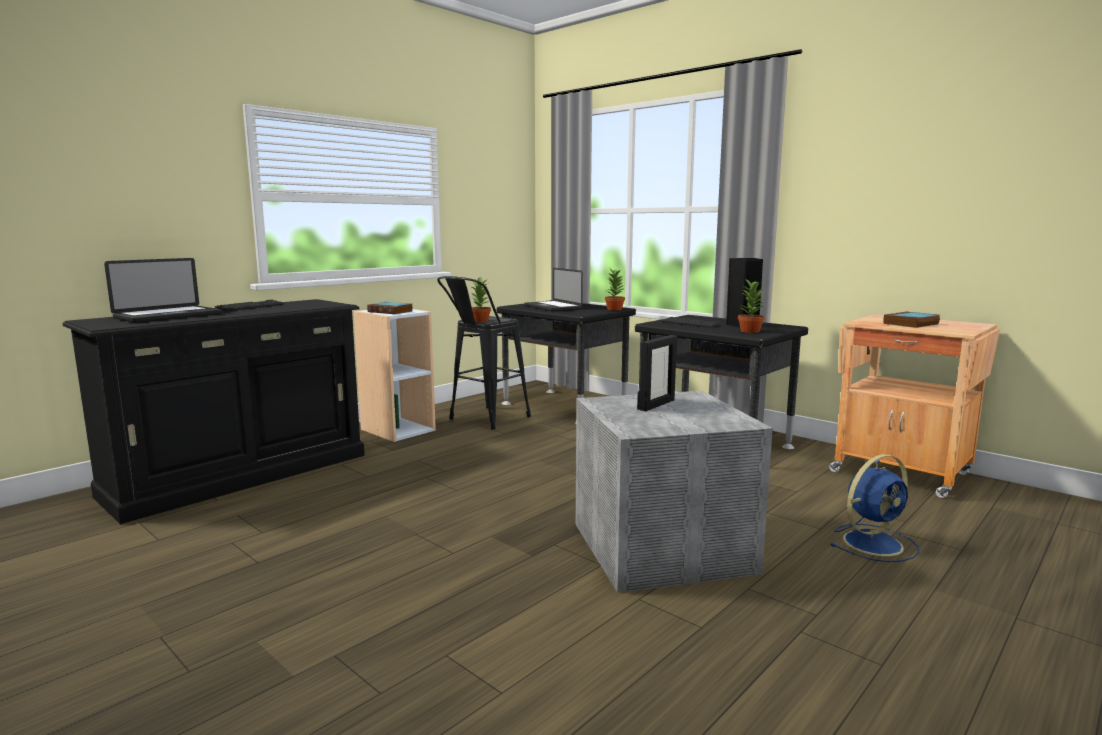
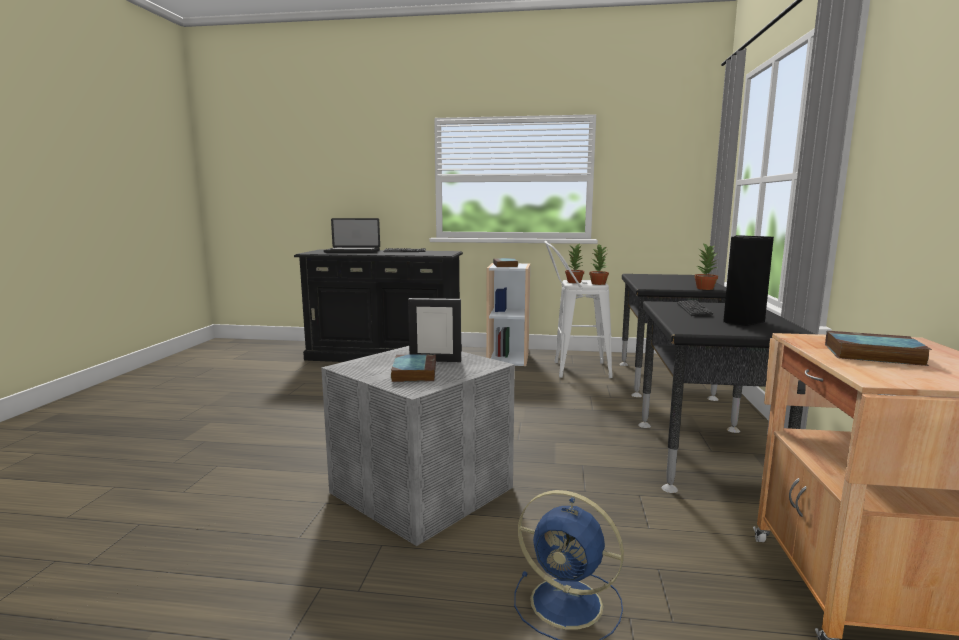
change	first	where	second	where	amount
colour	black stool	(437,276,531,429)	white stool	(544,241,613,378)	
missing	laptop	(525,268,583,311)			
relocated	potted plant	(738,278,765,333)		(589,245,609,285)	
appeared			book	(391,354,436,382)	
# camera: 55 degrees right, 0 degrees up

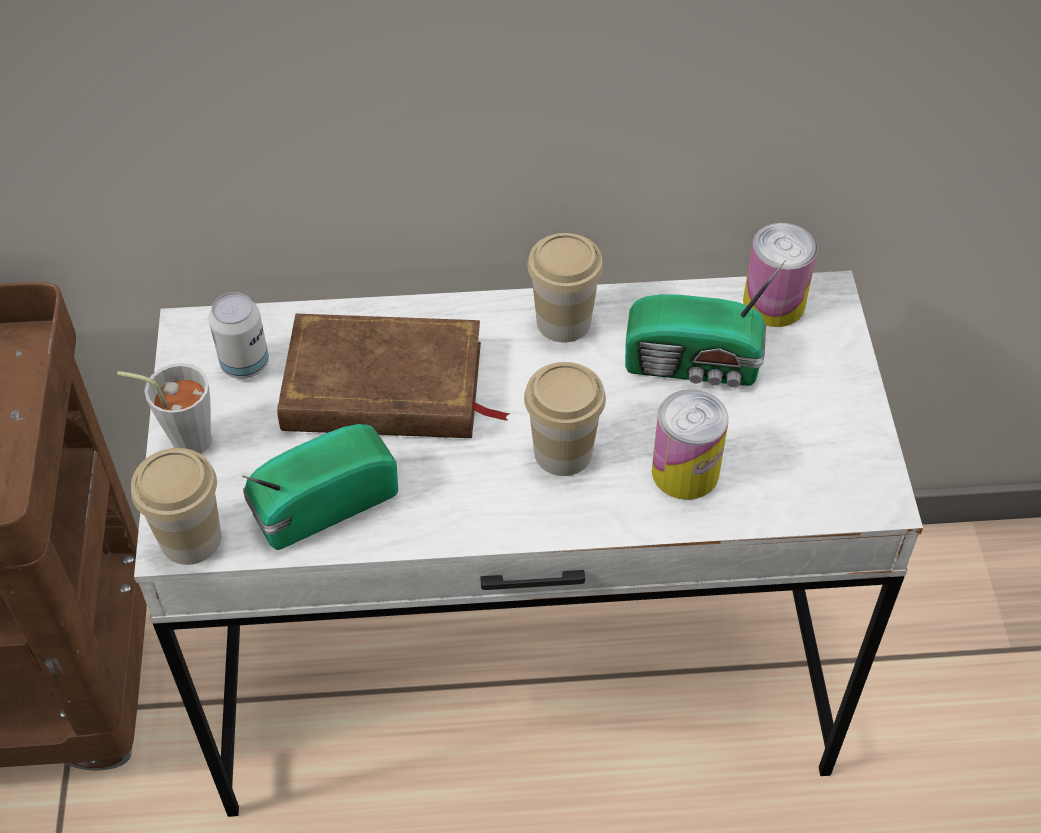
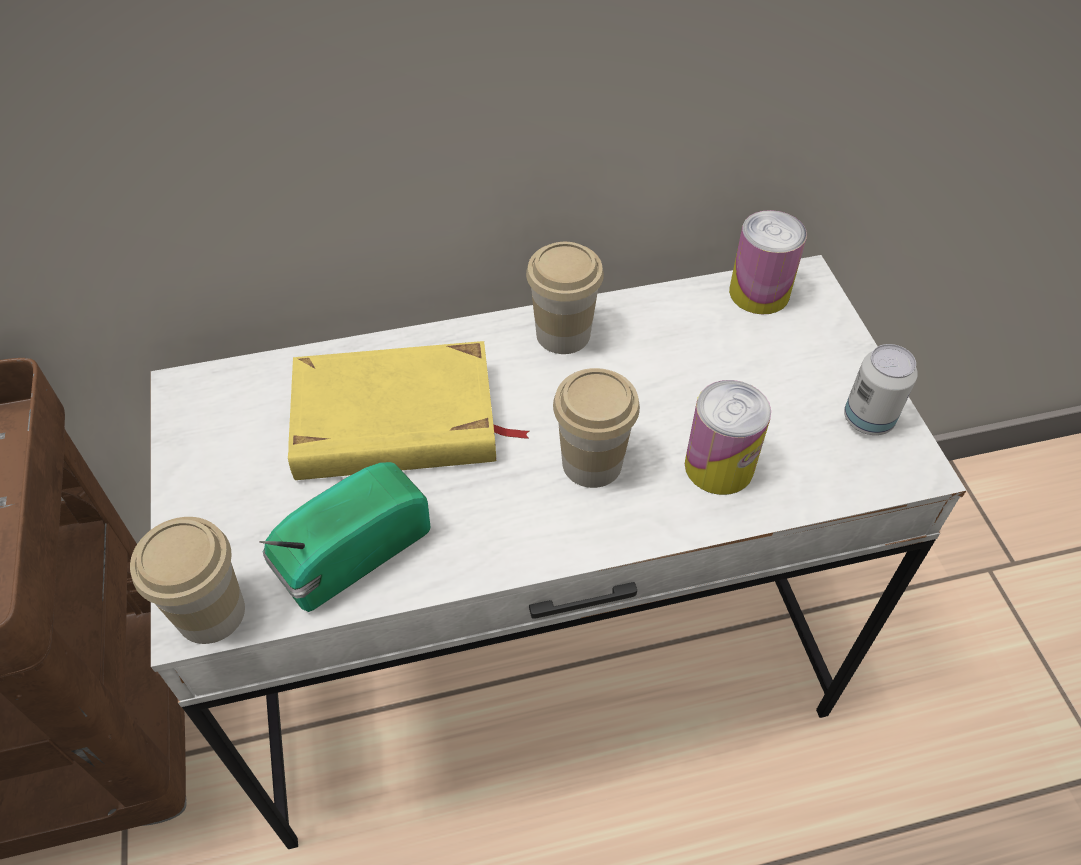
change	first	where	second	where	amount
missing	grey cup	(117,363,212,454)			
relocated	can	(209,292,269,379)		(844,344,918,435)	
colour	brown book	(277,314,510,438)	yellow book	(288,341,529,480)	
missing	radio	(625,260,786,388)			
# camera: 10 degrees left, 0 degrees up

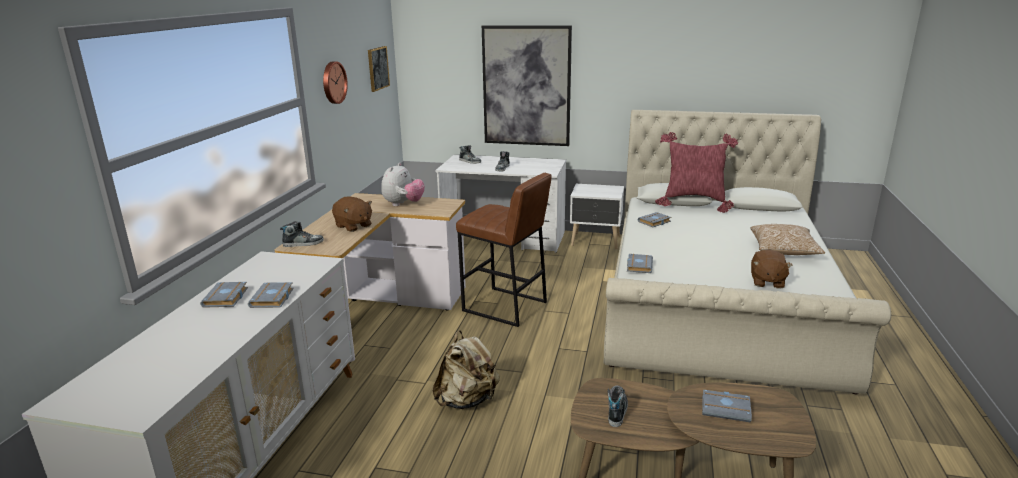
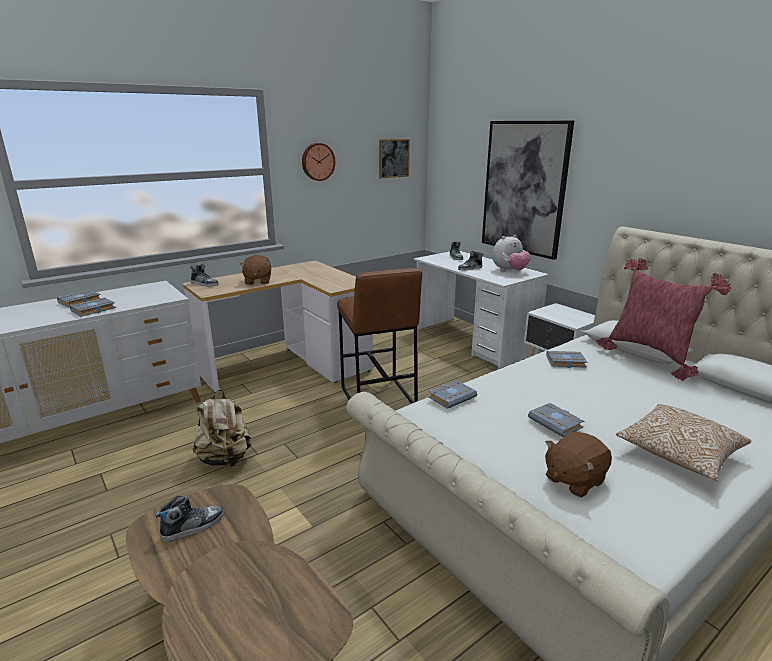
change	first	where	second	where	amount
relocated	plush toy	(381,163,425,206)		(492,235,531,271)	
relocated	grey book	(702,389,752,423)		(528,403,584,437)	
# camera: 40 degrees right, 0 degrees up

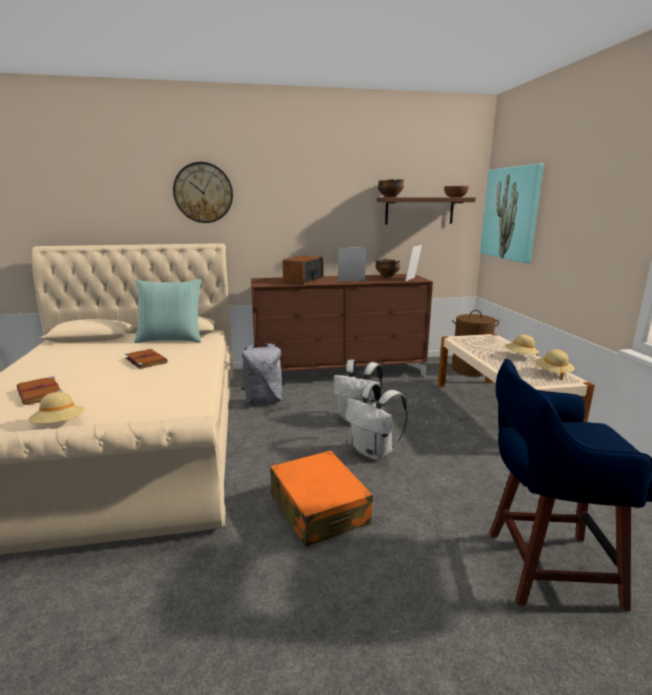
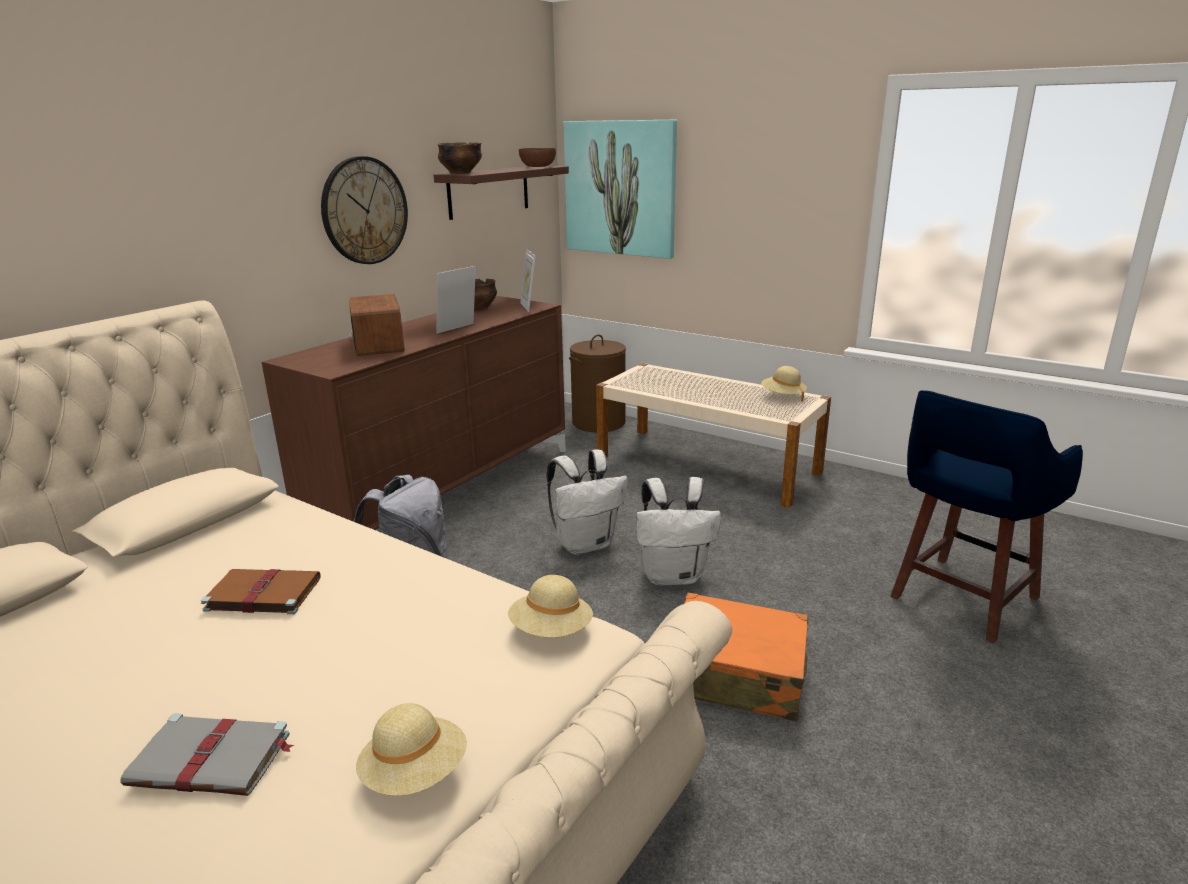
change	first	where	second	where	amount
colour	brown book	(17,376,62,405)	grey book	(121,714,294,796)	
missing	pillow	(135,279,201,343)			
relocated	wall clock	(173,162,233,223)		(321,156,408,264)	
relocated	beige hat	(505,335,539,357)		(508,575,593,638)	
# camera: 45 degrees left, 5 degrees up

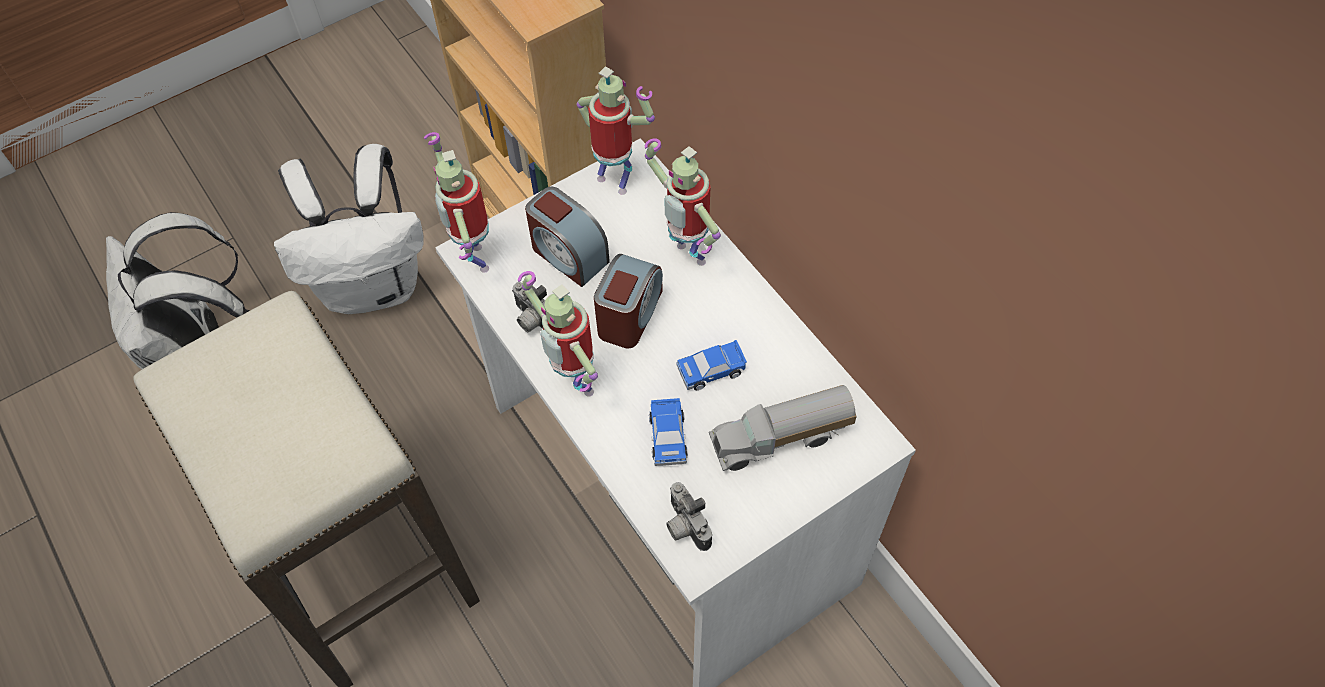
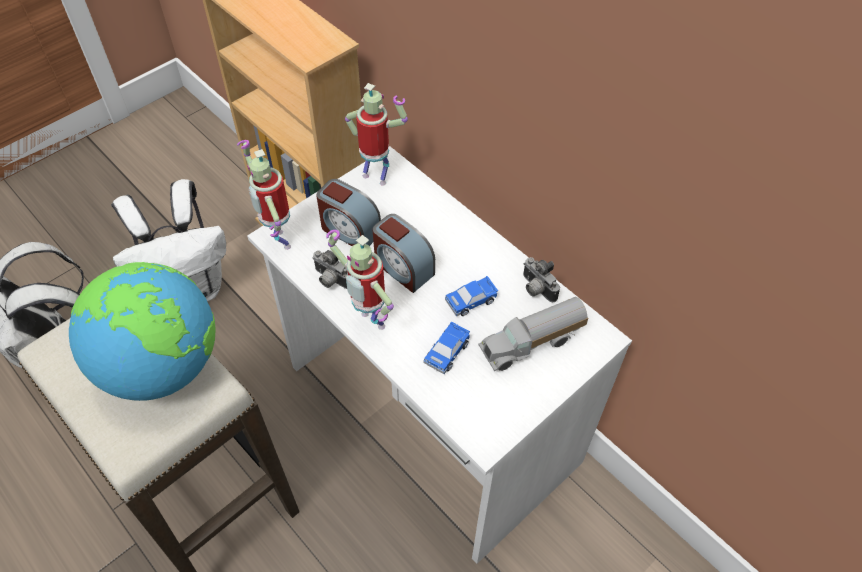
change	first	where	second	where	amount
spun	alarm clock	(594,254,663,348)		(372,214,435,293)	120 degrees clockwise
missing	toy robot	(645,138,721,266)			
spun	toy car	(649,398,688,466)		(423,322,470,374)	45 degrees clockwise
relocated	photo camera	(666,482,712,551)		(523,257,560,302)	
appeared			globe	(69,262,216,401)	
# camera: 10 degrees left, 5 degrees down

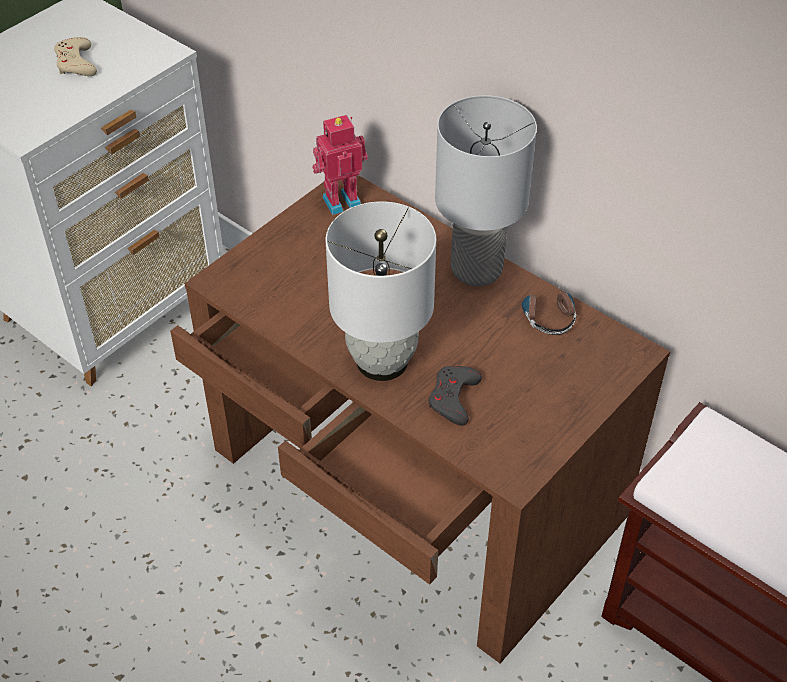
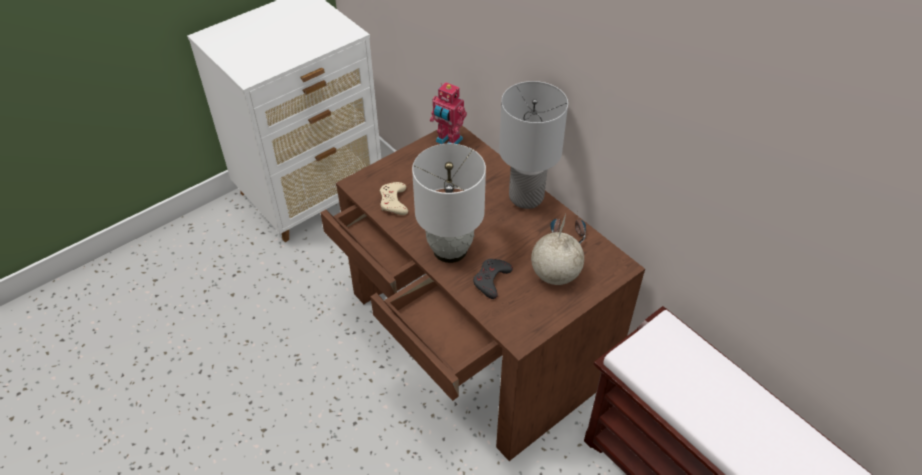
change	first	where	second	where	amount
relocated	beige game controller	(54,37,97,76)		(380,182,408,215)	
spun	toy robot	(312,115,368,215)		(430,82,467,144)	135 degrees counterclockwise
appeared			globe	(531,214,584,285)	
# camera: 10 degrees right, 0 degrees up

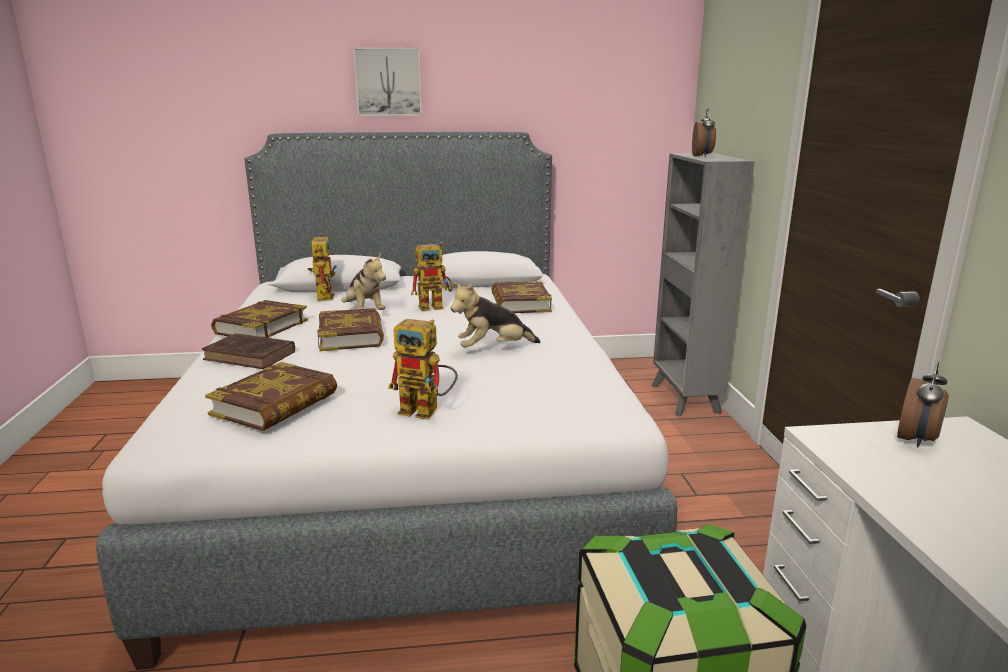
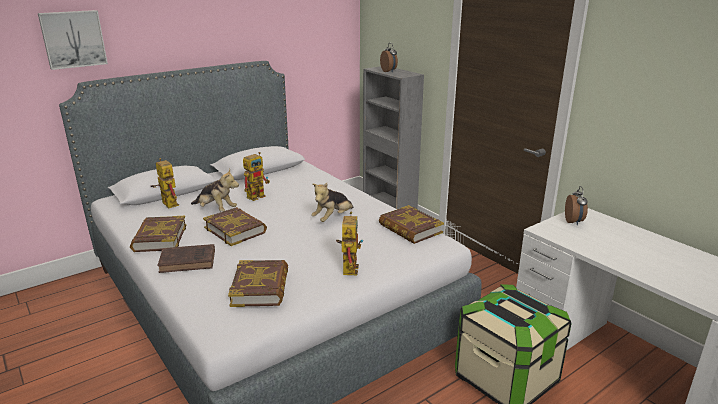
change	first	where	second	where	amount
relocated	picture	(353,47,422,116)		(38,10,108,70)	
spun	toy robot	(388,319,458,420)		(336,212,363,275)	75 degrees counterclockwise
relocated	book	(492,281,552,313)		(379,205,444,244)	
# camera: 30 degrees left, 5 degrees up

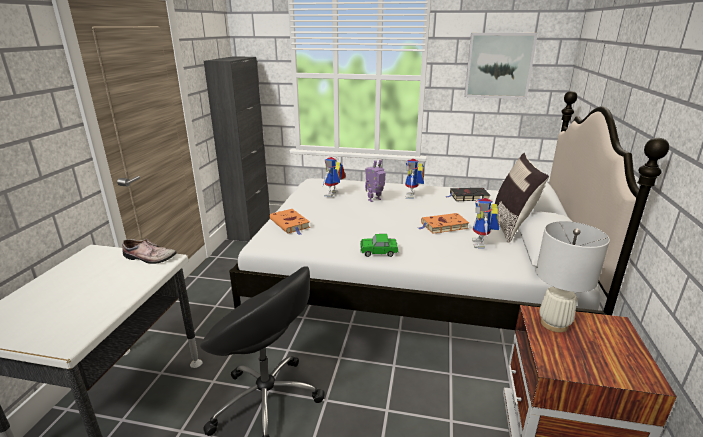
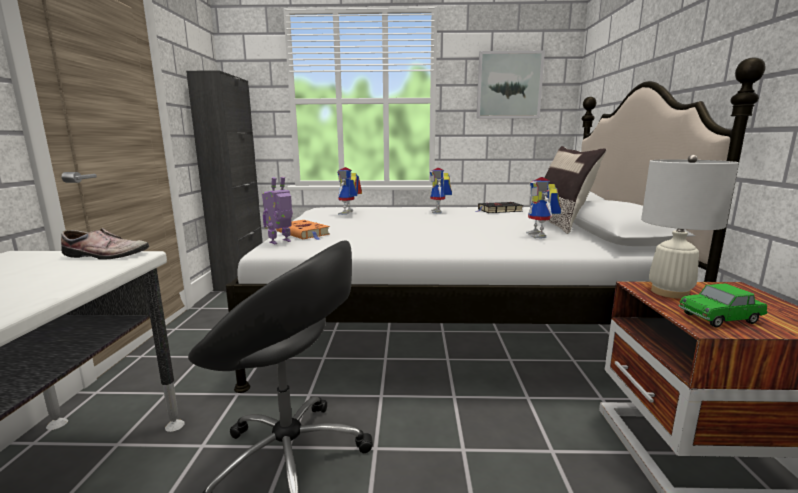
change	first	where	second	where	amount
relocated	toy car	(360,234,398,257)		(679,283,767,327)	
relocated	toy robot	(365,159,385,202)		(262,176,293,244)	
missing	orange book	(419,213,469,234)			
# camera: 10 degrees left, 10 degrees down

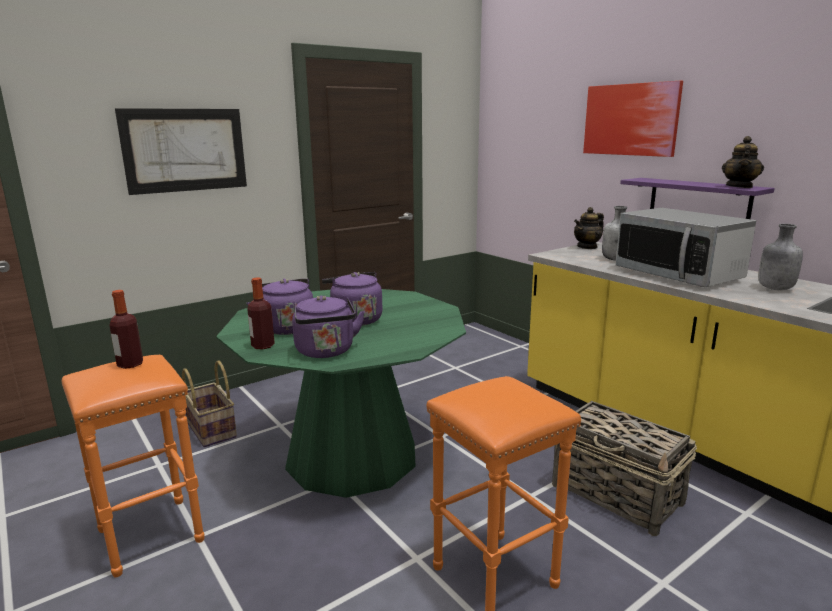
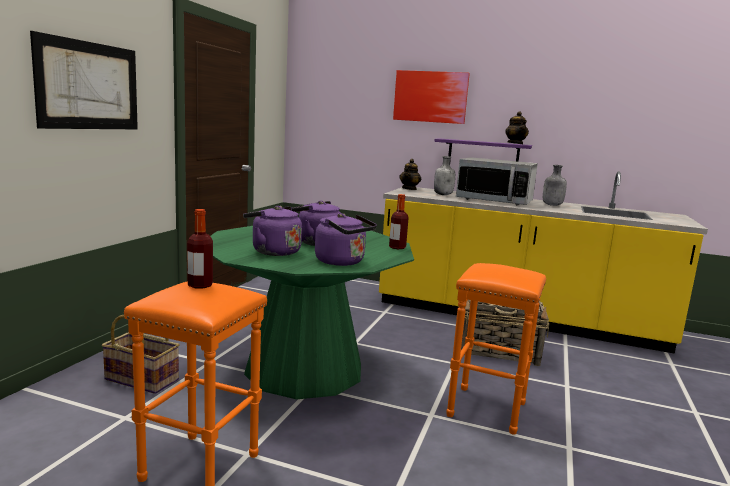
change	first	where	second	where	amount
relocated	bottle	(247,278,275,349)		(389,194,409,249)	
# camera: 35 degrees left, 5 degrees down

